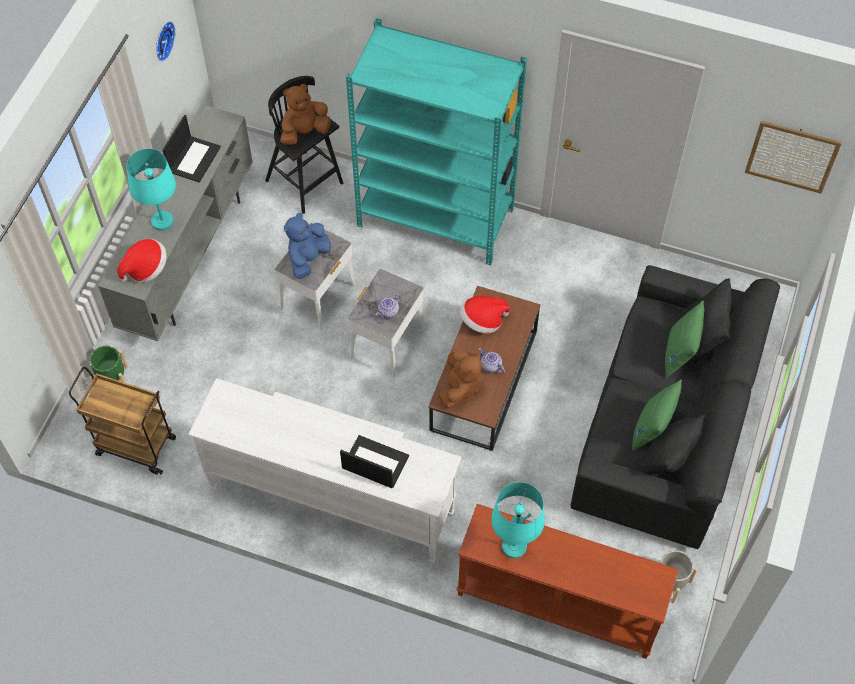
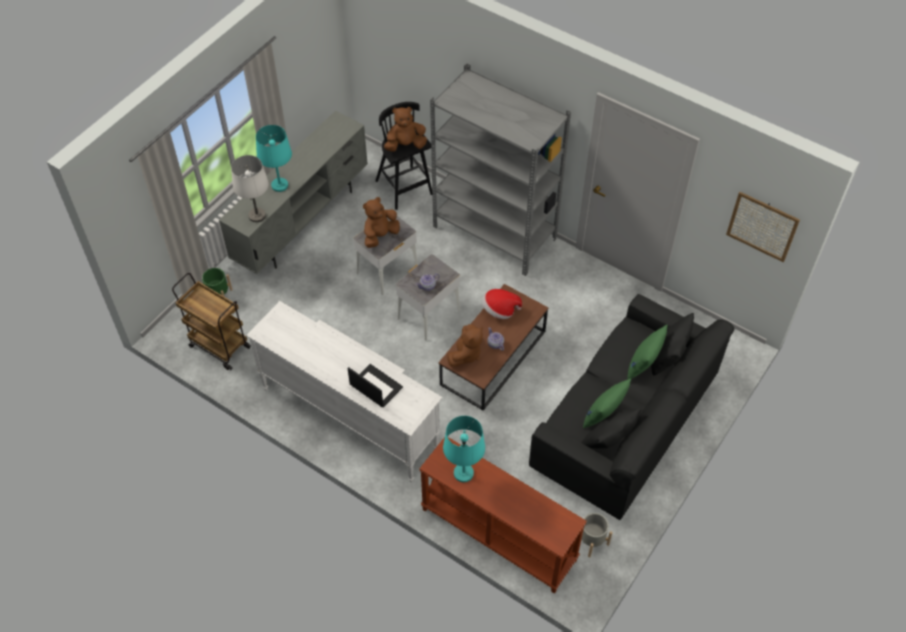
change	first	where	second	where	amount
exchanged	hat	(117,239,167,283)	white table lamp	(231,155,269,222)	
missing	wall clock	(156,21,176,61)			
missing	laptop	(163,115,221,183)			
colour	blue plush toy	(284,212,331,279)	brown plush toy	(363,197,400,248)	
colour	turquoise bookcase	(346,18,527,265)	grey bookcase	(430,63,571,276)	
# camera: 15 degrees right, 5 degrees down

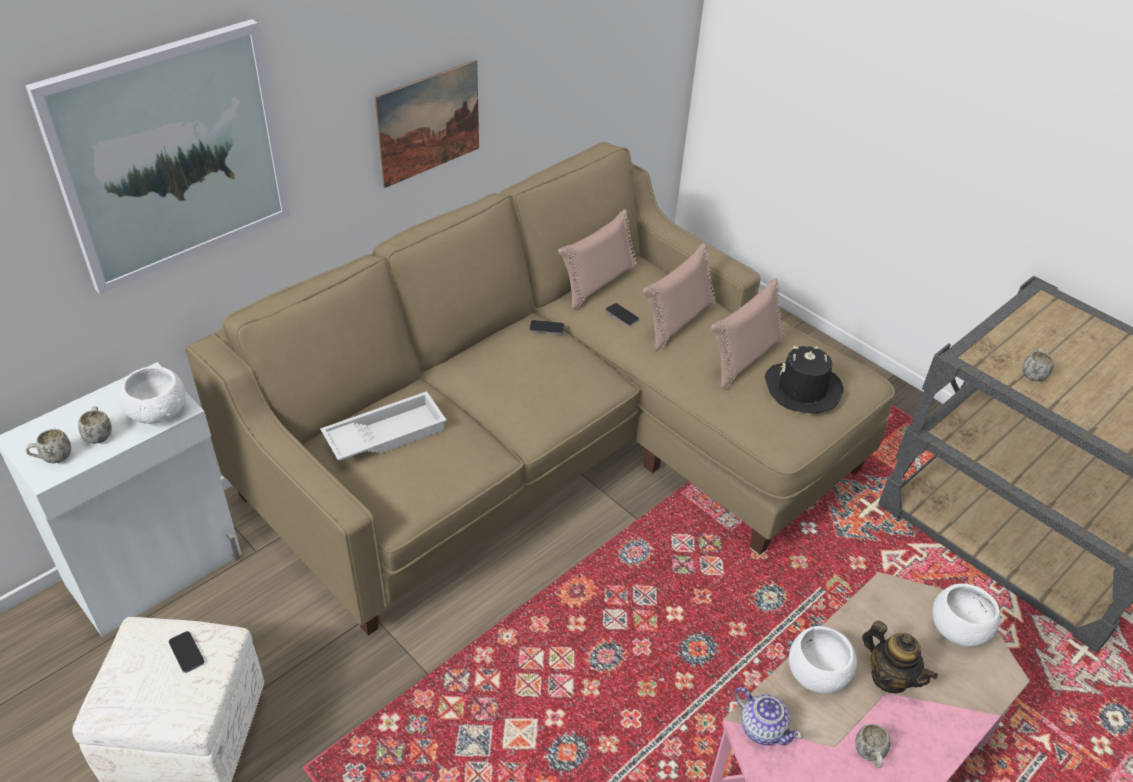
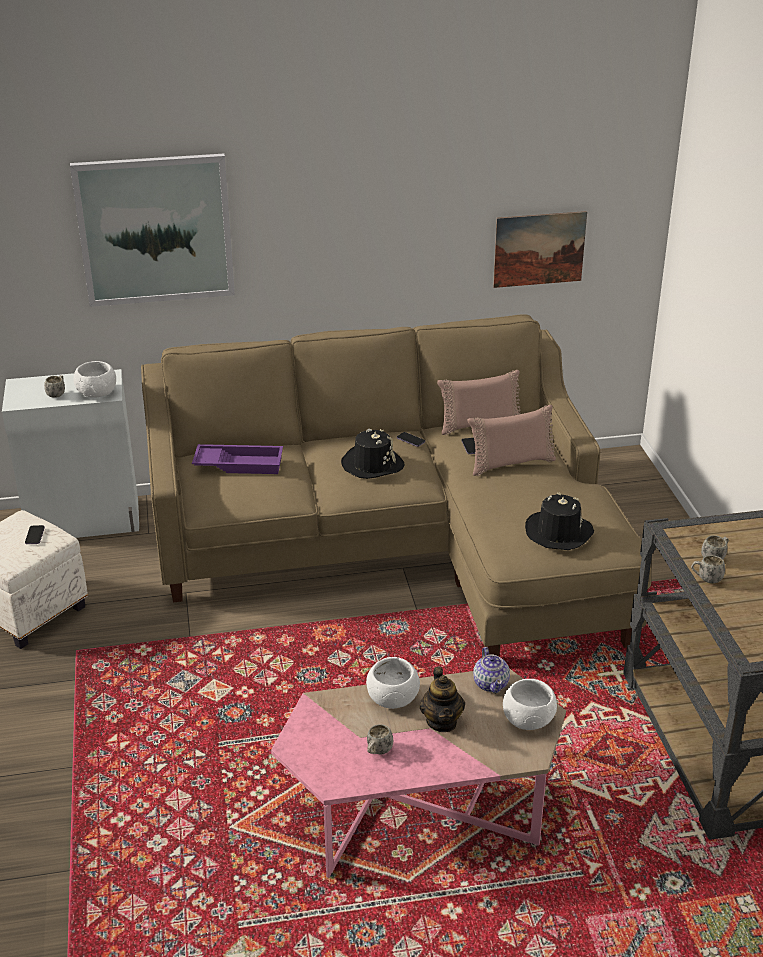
change	first	where	second	where	amount
relocated	white mug	(26,429,71,463)		(691,555,725,583)	
colour	white tray	(320,391,447,460)	purple tray	(192,444,283,474)	
relocated	picture	(374,60,479,188)		(493,211,587,288)	
missing	beige pillow	(711,278,785,389)			
relocated	teapot	(734,687,802,745)		(473,647,510,693)	
appeared			black hat	(341,429,405,479)	
# camera: 35 degrees right, 10 degrees down

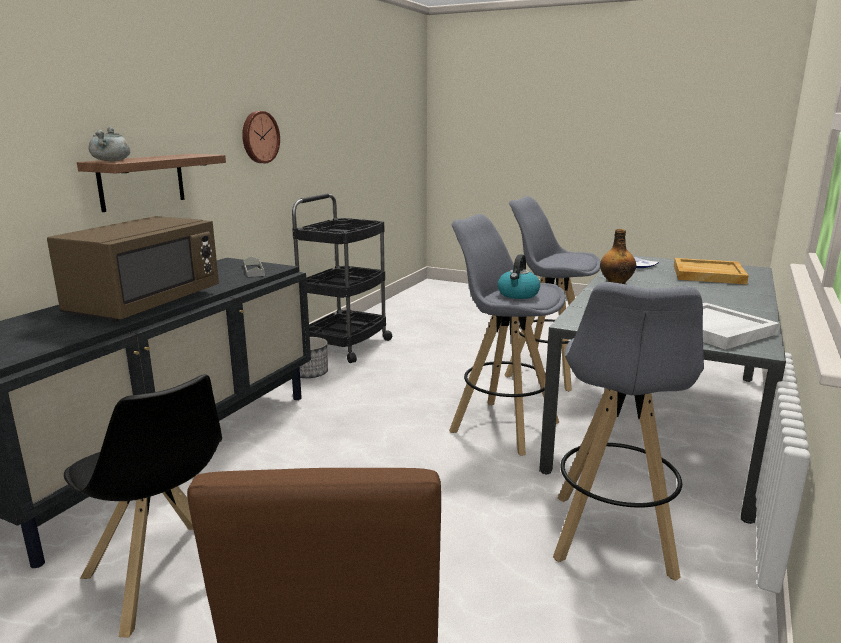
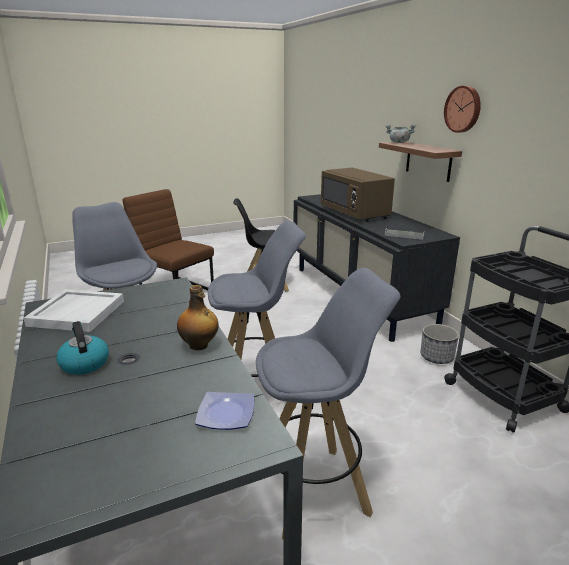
change	first	where	second	where	amount
relocated	wall clock	(242,111,280,163)		(444,86,481,133)	
relocated	kettle	(497,254,540,299)		(56,321,109,375)	
missing	beige tray	(674,258,749,284)			
# camera: 130 degrees right, 5 degrees up

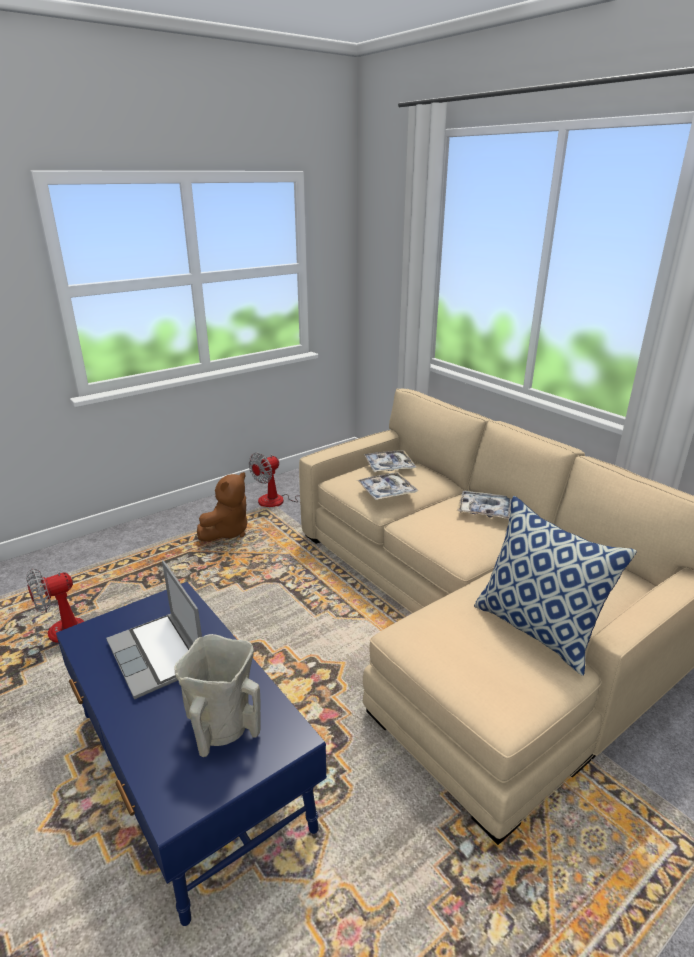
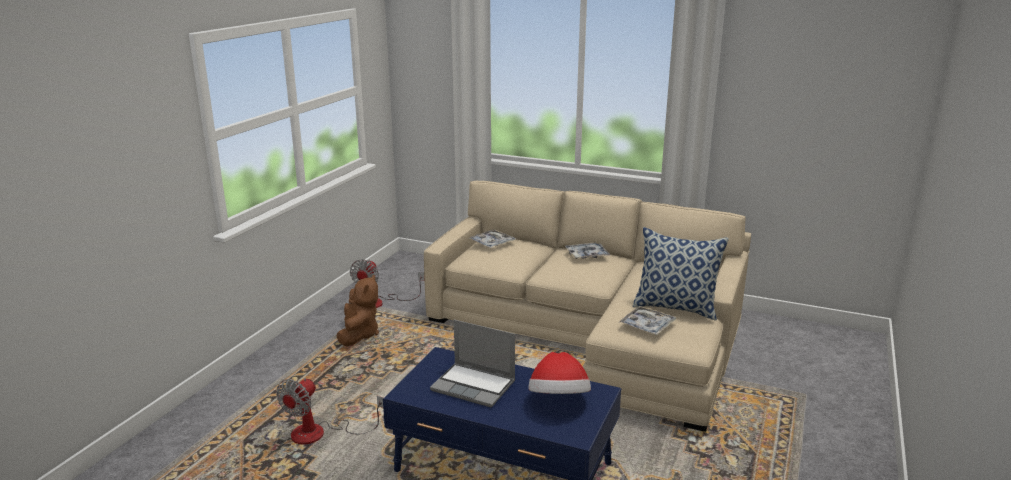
change	first	where	second	where	amount
exchanged	beige vase	(174,634,261,757)	hat	(528,352,591,394)	
relocated	tray	(357,472,418,500)		(619,306,676,335)	
# camera: 30 degrees left, 5 degrees down

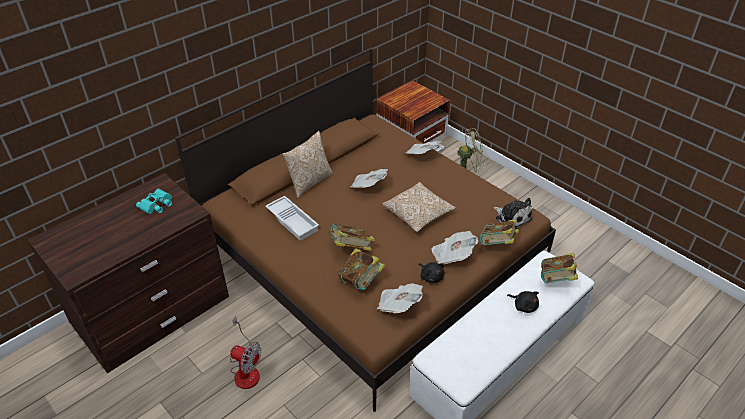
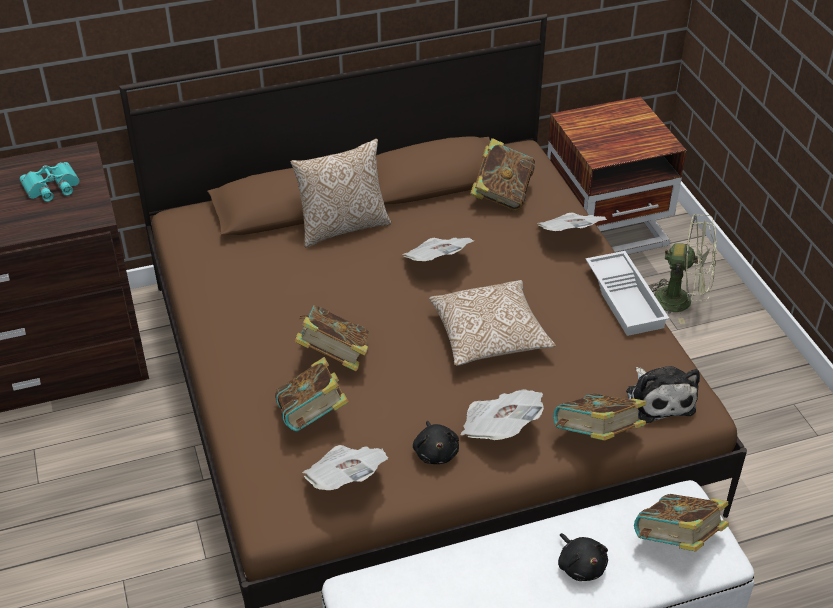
change	first	where	second	where	amount
missing	fan	(230,316,261,389)			
relocated	white tray	(265,196,319,241)		(585,251,669,336)	
appeared			book	(470,138,535,211)	
# camera: 25 degrees right, 0 degrees up

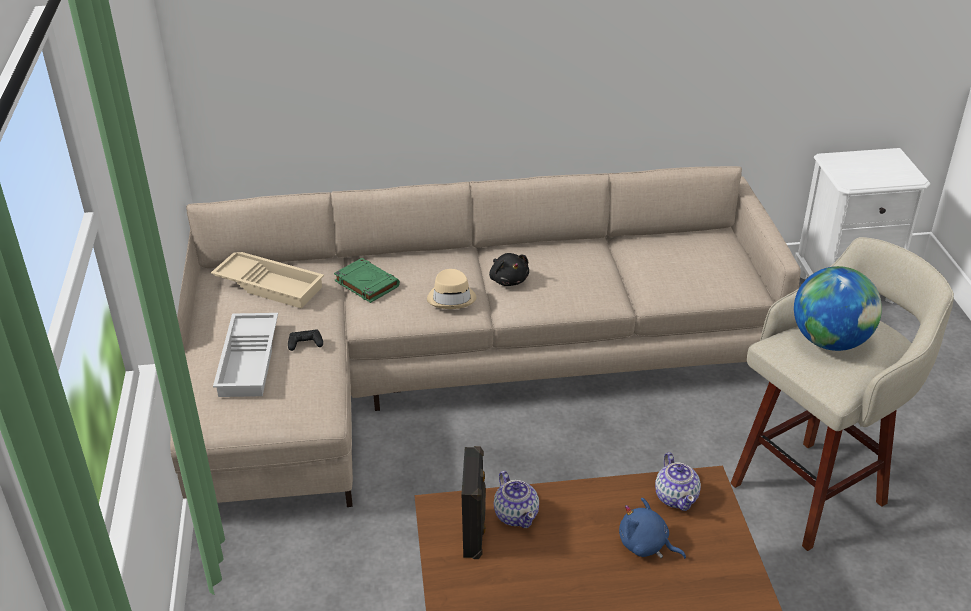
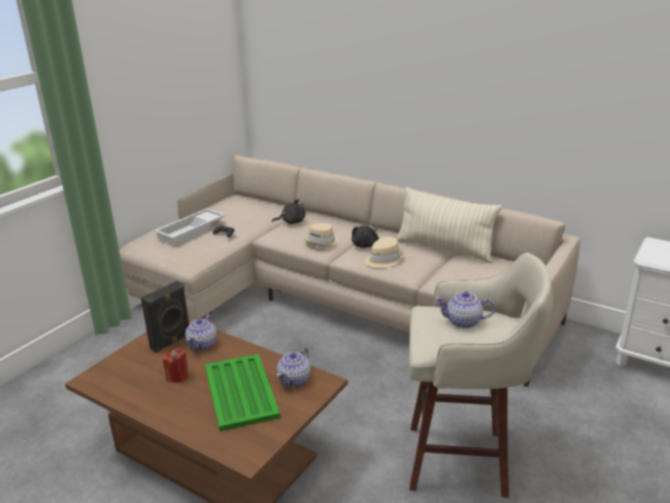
change	first	where	second	where	amount
missing	beige tray	(211,252,324,308)			
exchanged	green book	(334,258,400,303)	black plush toy	(272,199,305,224)	
exchanged	blue plush toy	(619,498,686,559)	green tray	(205,354,280,431)	
exchanged	globe	(794,266,882,351)	teapot	(435,291,495,328)	
appeared			red candle	(163,348,189,383)	
appeared			beige hat	(365,237,404,268)	
appeared			beige pillow	(396,187,502,263)	
# camera: 40 degrees right, 10 degrees down

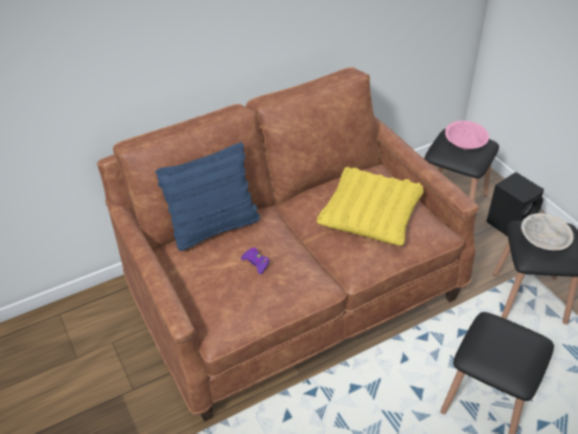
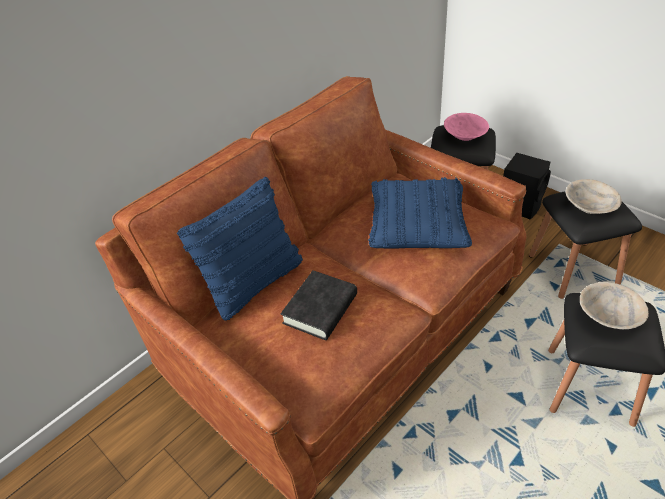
change	first	where	second	where	amount
exchanged	purple game controller	(241,248,270,274)	black book	(281,270,357,340)	
colour	yellow pillow	(317,167,424,246)	blue pillow	(368,177,472,249)	
appeared			beige bowl	(580,282,649,329)	
# camera: 15 degrees left, 0 degrees up

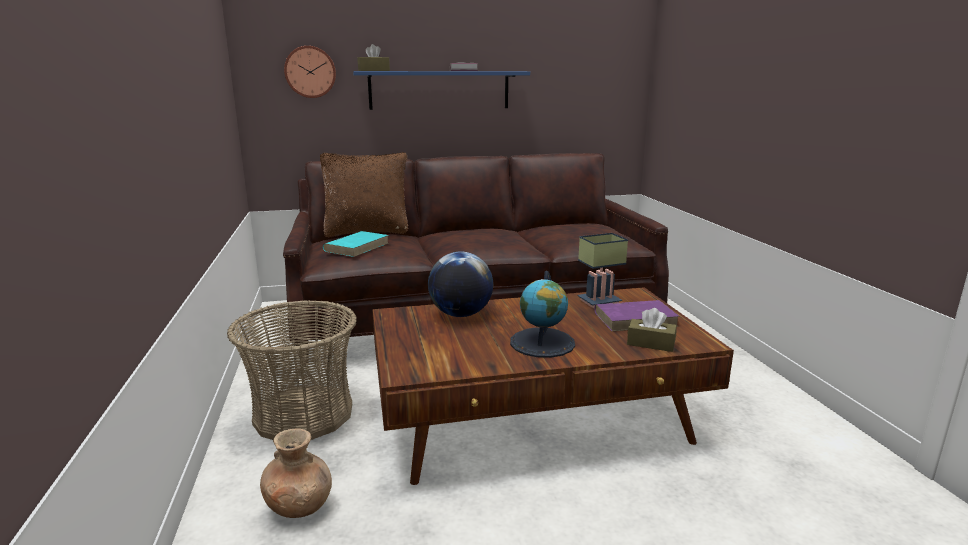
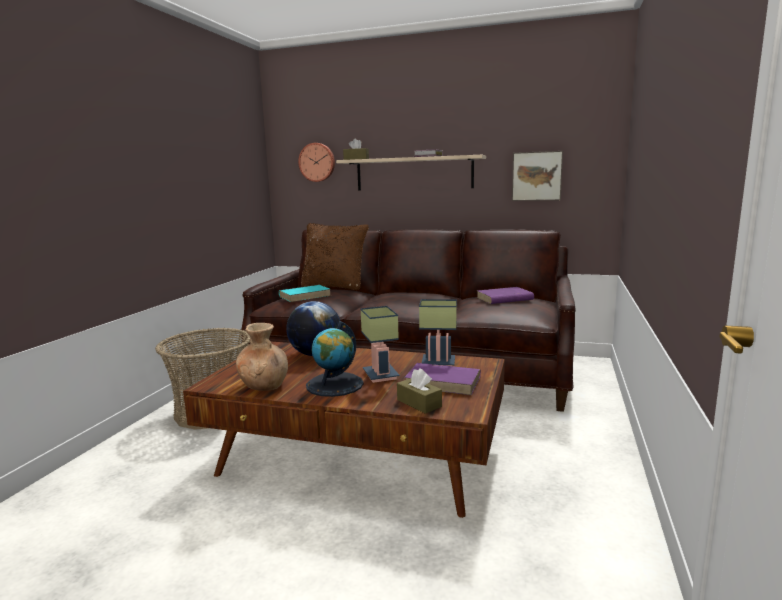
change	first	where	second	where	amount
relocated	brown vase	(260,429,332,518)		(236,323,288,391)	
colour	blue shelf	(353,71,530,110)	beige shelf	(336,155,486,191)	
appeared			table lamp	(360,306,400,383)	
appeared			purple book	(477,287,534,304)	
appeared			picture	(512,151,563,201)	
# camera: 30 degrees right, 5 degrees down

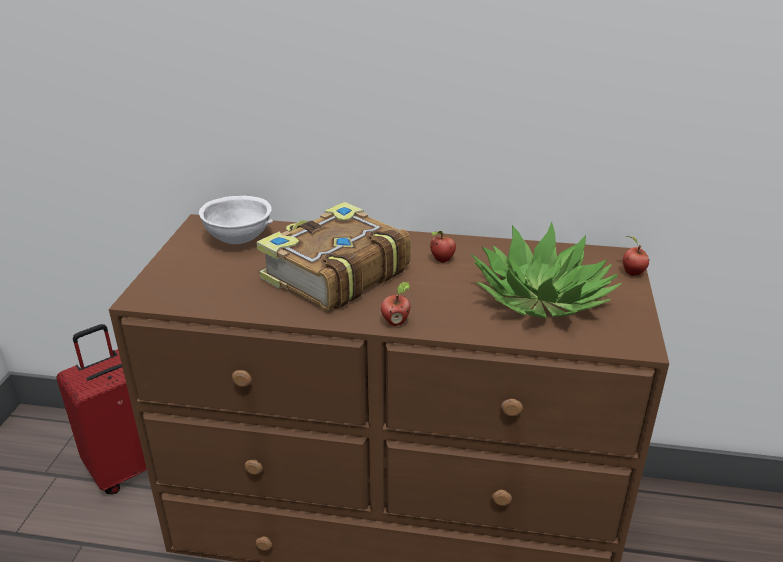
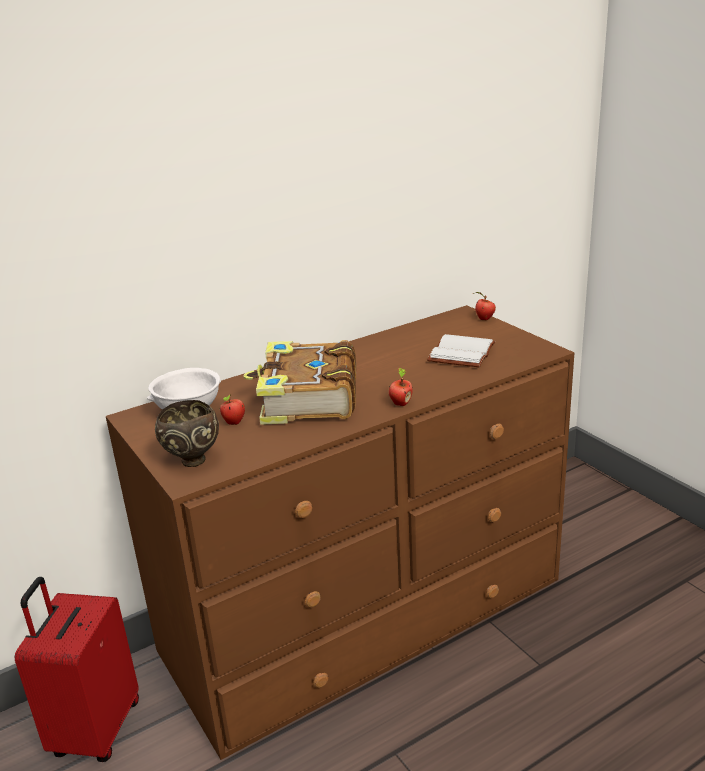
change	first	where	second	where	amount
relocated	apple	(430,231,456,263)		(220,394,245,425)	
exchanged	potted plant	(471,222,621,319)	white book	(427,334,495,368)	
appeared			brown bowl	(155,400,219,467)	
# camera: 40 degrees left, 5 degrees down

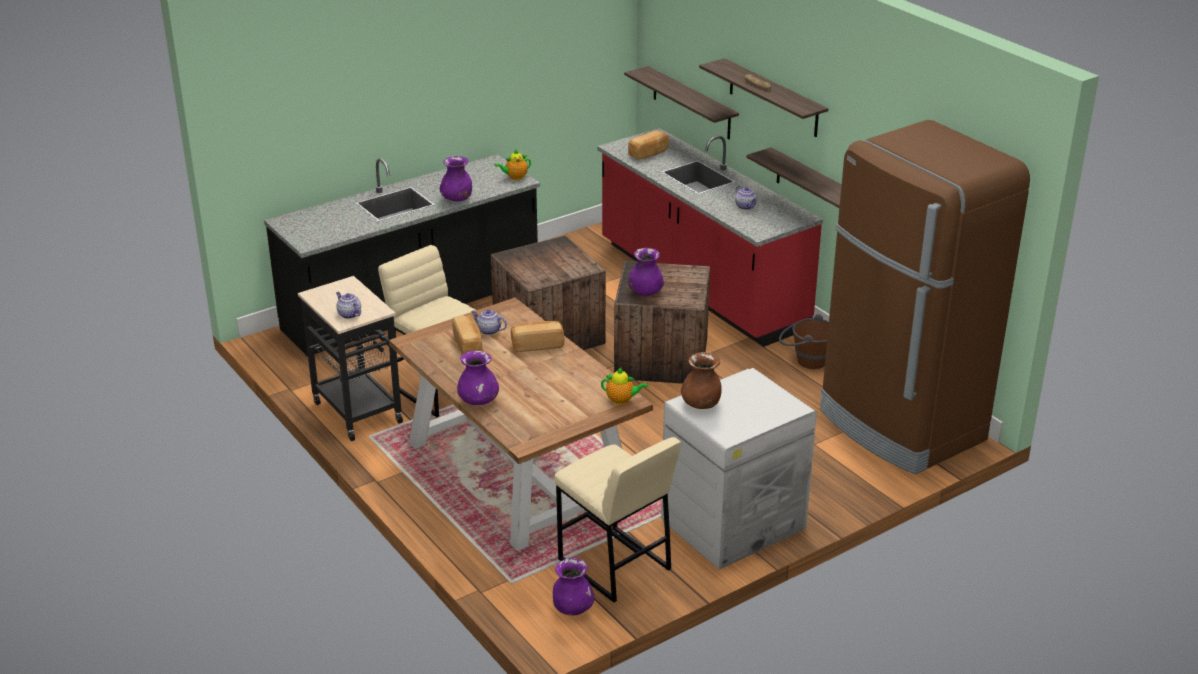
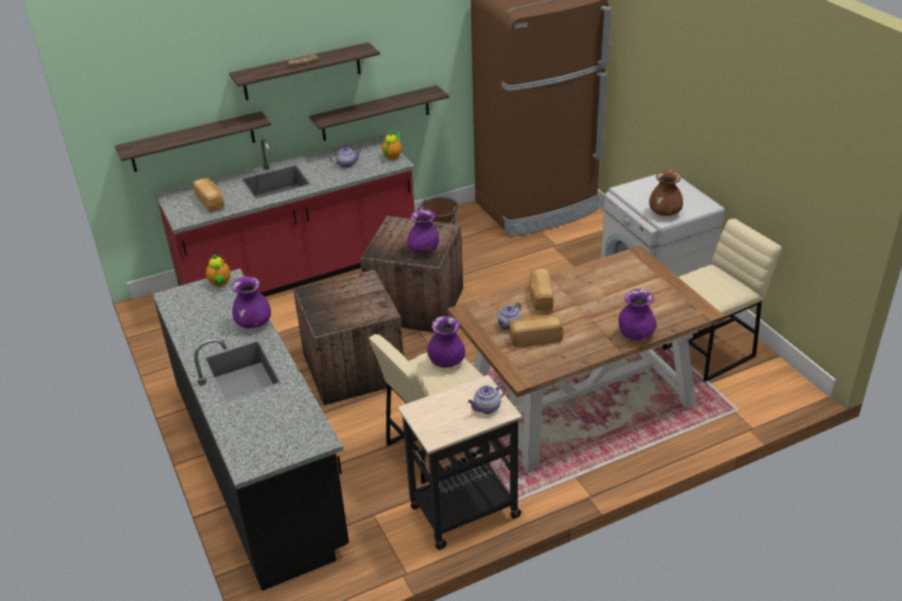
change	first	where	second	where	amount
relocated	purple vase	(553,558,594,616)		(427,316,465,368)	
relocated	teapot	(601,368,649,405)		(382,131,402,160)	
# camera: 80 degrees left, 5 degrees up

